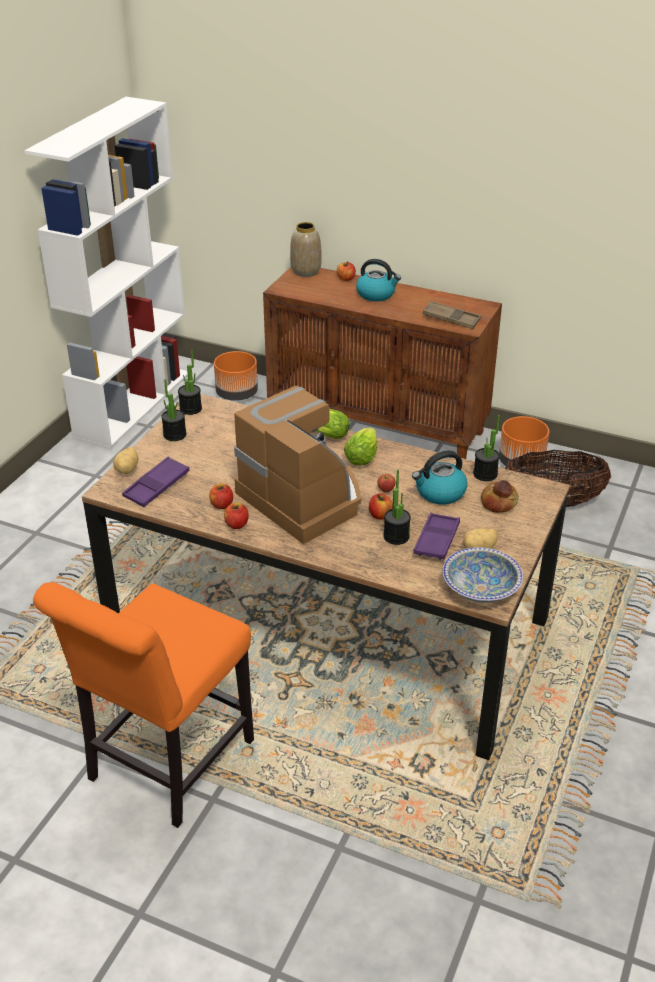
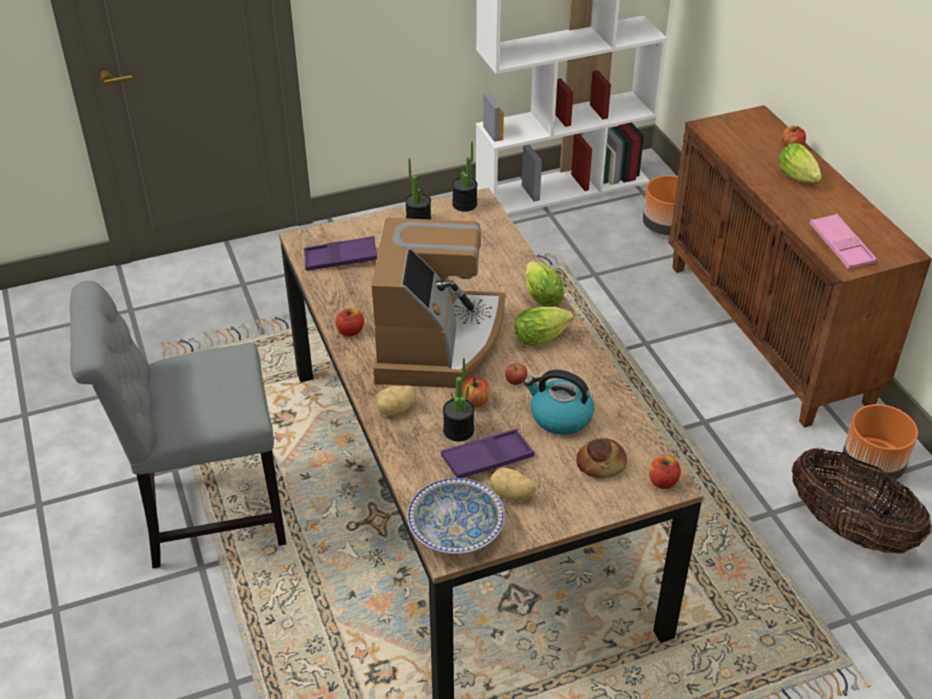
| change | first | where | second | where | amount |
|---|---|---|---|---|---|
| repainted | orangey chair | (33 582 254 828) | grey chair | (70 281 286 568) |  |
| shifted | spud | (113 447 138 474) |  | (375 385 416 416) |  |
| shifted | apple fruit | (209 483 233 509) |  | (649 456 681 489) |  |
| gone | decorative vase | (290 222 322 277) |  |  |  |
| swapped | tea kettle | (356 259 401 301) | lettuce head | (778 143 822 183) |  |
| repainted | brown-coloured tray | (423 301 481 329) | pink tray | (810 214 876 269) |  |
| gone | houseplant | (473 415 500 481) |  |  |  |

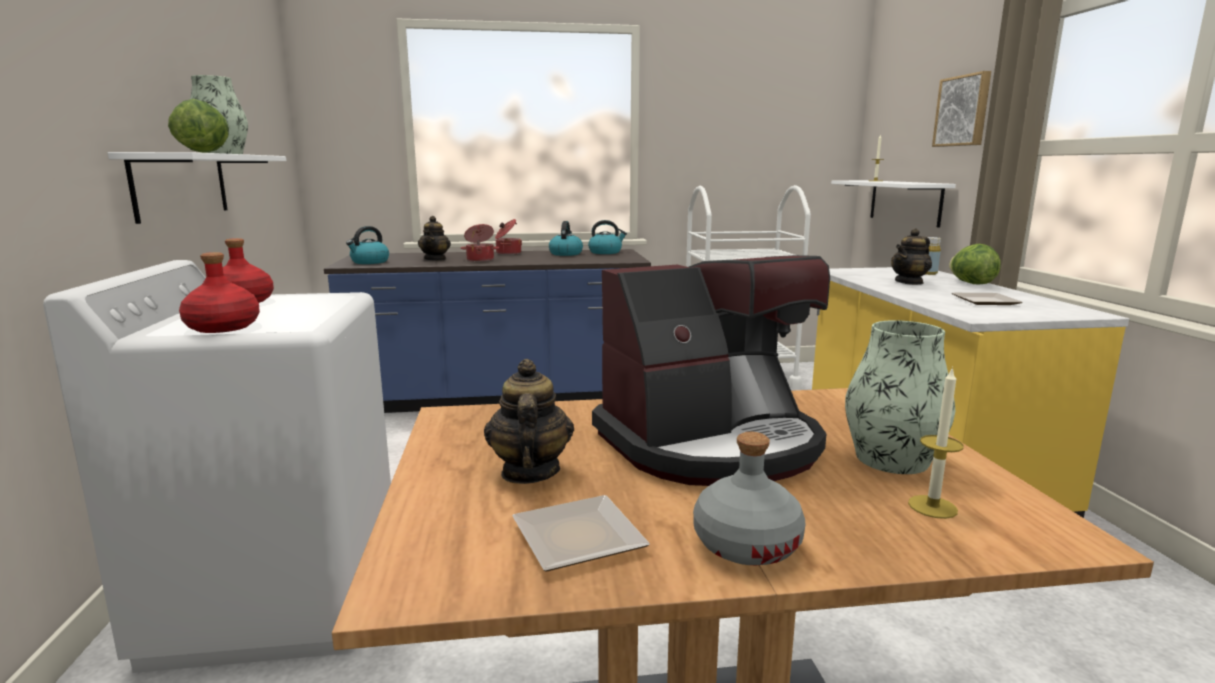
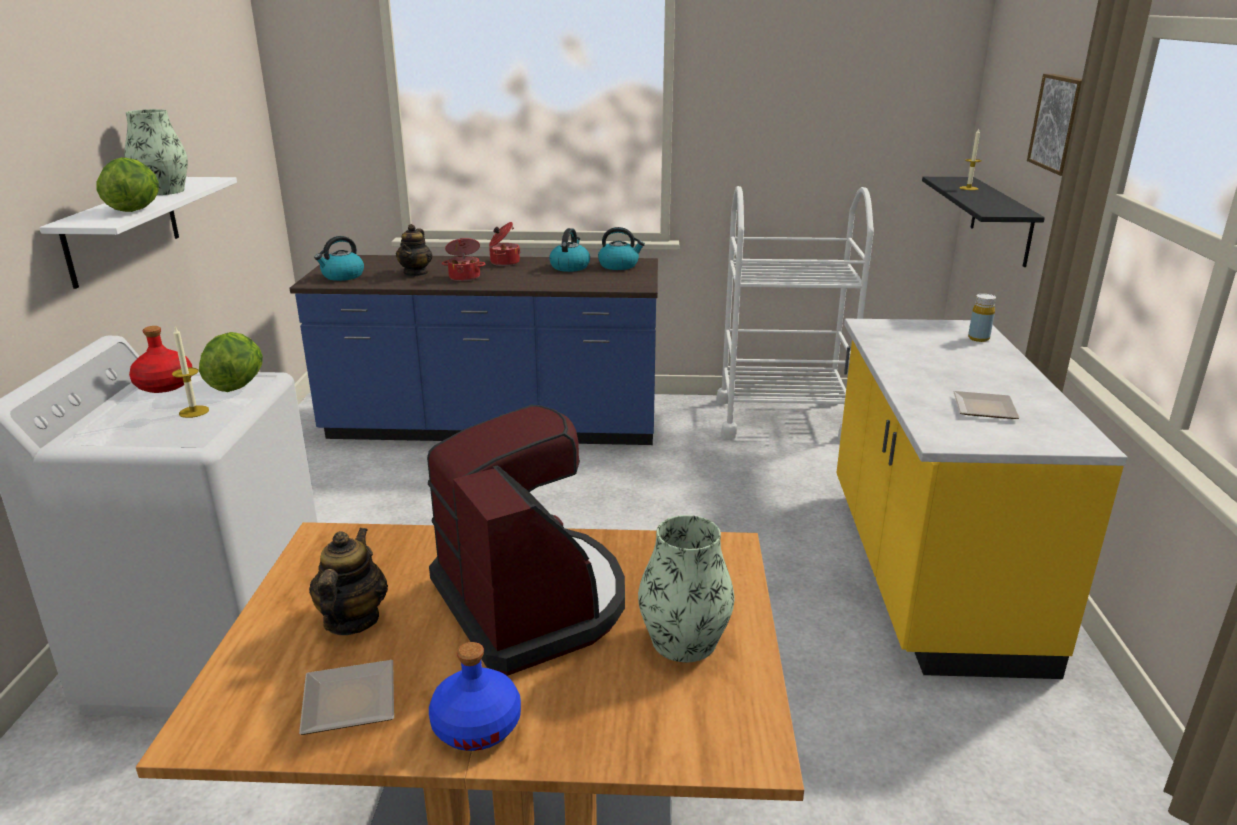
| change | first | where | second | where | amount |
|---|---|---|---|---|---|
| gone | red beverage bottle | (179 252 260 333) |  |  |  |
| rotated | coffee maker | (592 255 830 486) |  | (427 405 625 676) | 105 degrees counterclockwise |
| repainted | grey beverage bottle | (693 432 806 565) | bluish beverage bottle | (429 642 521 751) |  |
| repainted | white wall shelf | (831 180 956 228) | blackish wall shelf | (922 177 1045 267) |  |
| gone | tea pot | (891 228 932 285) |  |  |  |
| shifted | wax candle | (908 367 964 519) |  | (172 327 209 418) |  |
| shifted | lettuce head | (949 244 1001 285) |  | (199 332 263 392) |  |

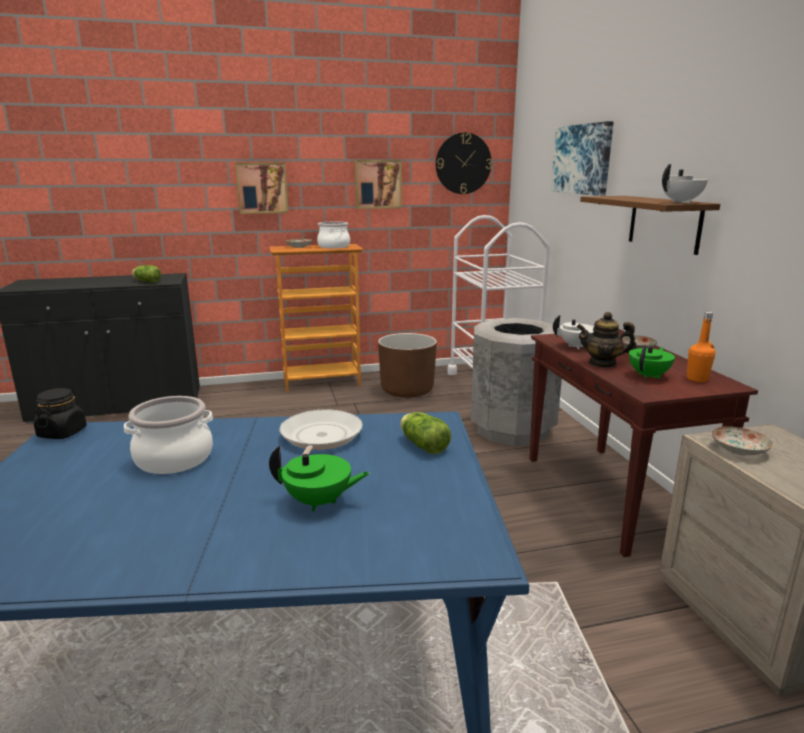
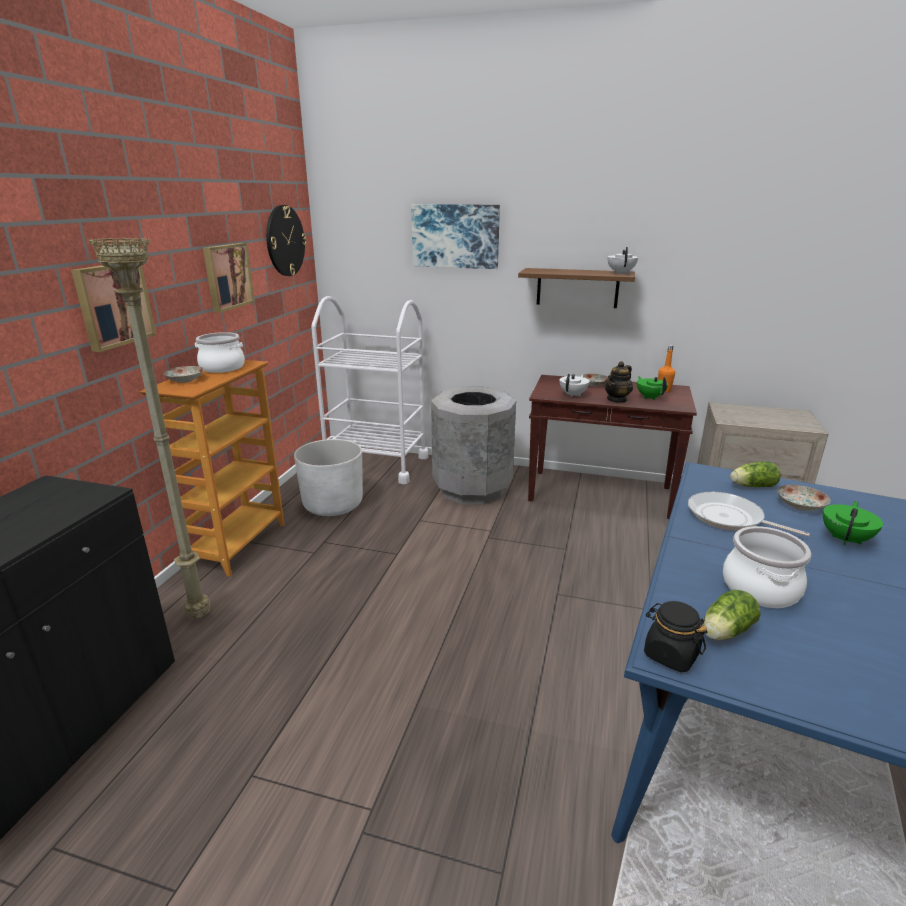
| change | first | where | second | where | amount |
|---|---|---|---|---|---|
| shifted | lettuce head | (132 265 161 283) |  | (703 590 761 640) |  |
| repainted | brown-coloured planter | (378 333 437 398) | white planter | (294 439 363 516) |  |
| shifted | plate | (711 426 774 455) |  | (777 485 831 511) |  |
| new |  |  | beige floor lamp | (88 237 211 619) |  |

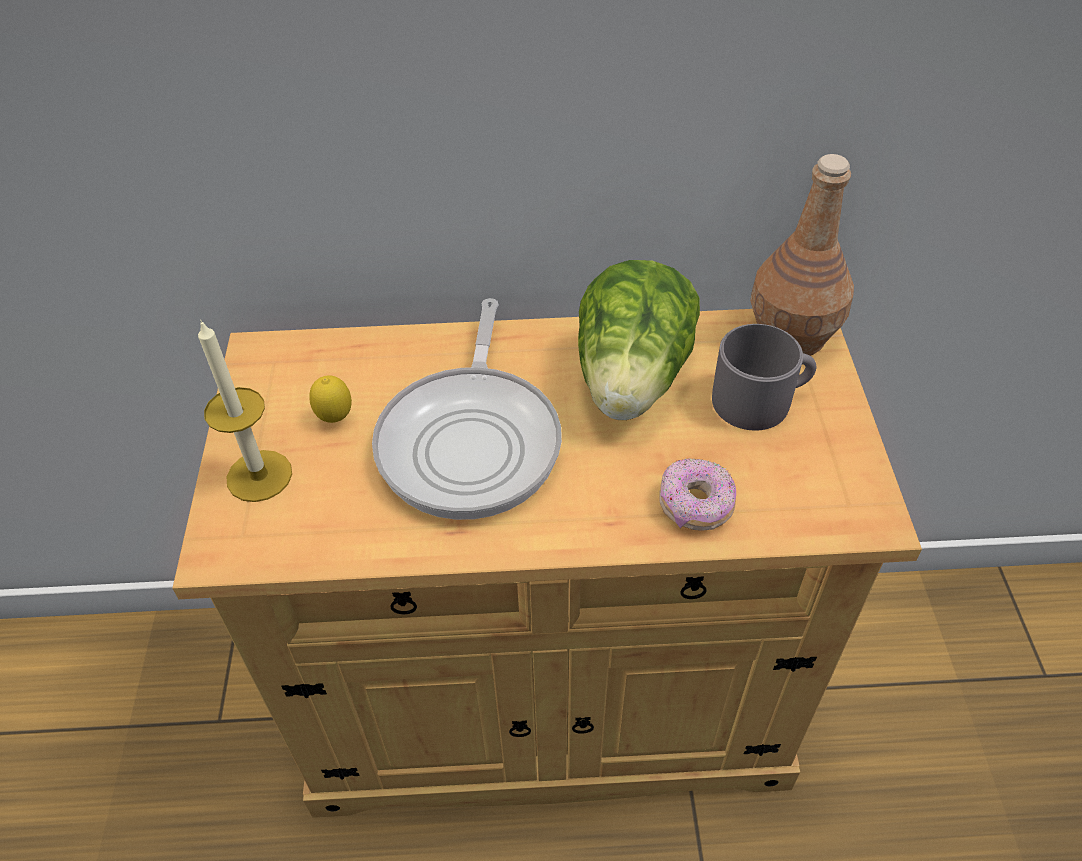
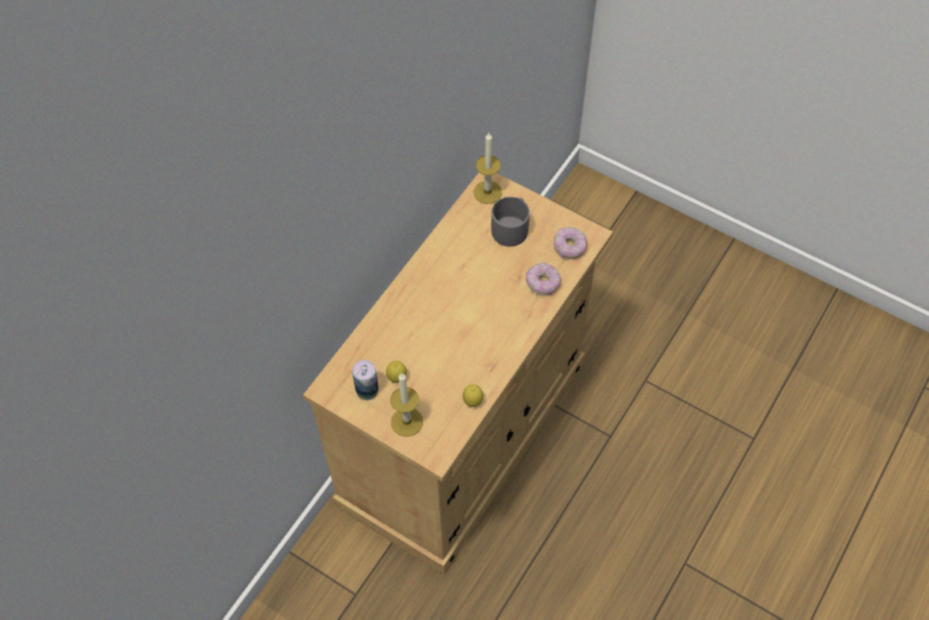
| change | first | where | second | where | amount |
|---|---|---|---|---|---|
| gone | frying pan | (372 298 562 520) |  |  |  |
| gone | lettuce head | (578 260 700 420) |  |  |  |
| swapped | brown-coloured beverage bottle | (750 154 854 356) | wax candle | (474 133 502 204) |  |
| new |  |  | sealed can | (352 360 379 400) |  |
| new |  |  | citrus fruit | (463 384 483 407) |  |
| new |  |  | donut | (554 227 587 259) |  |

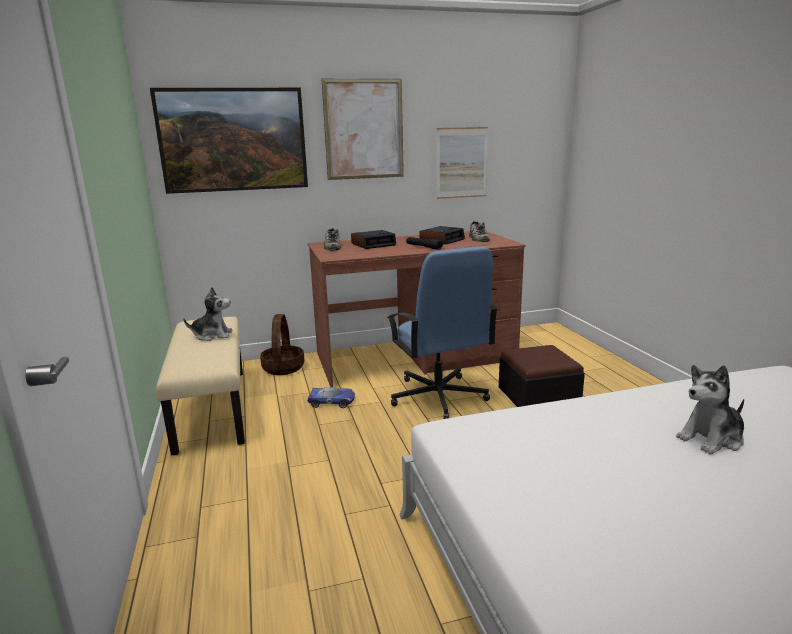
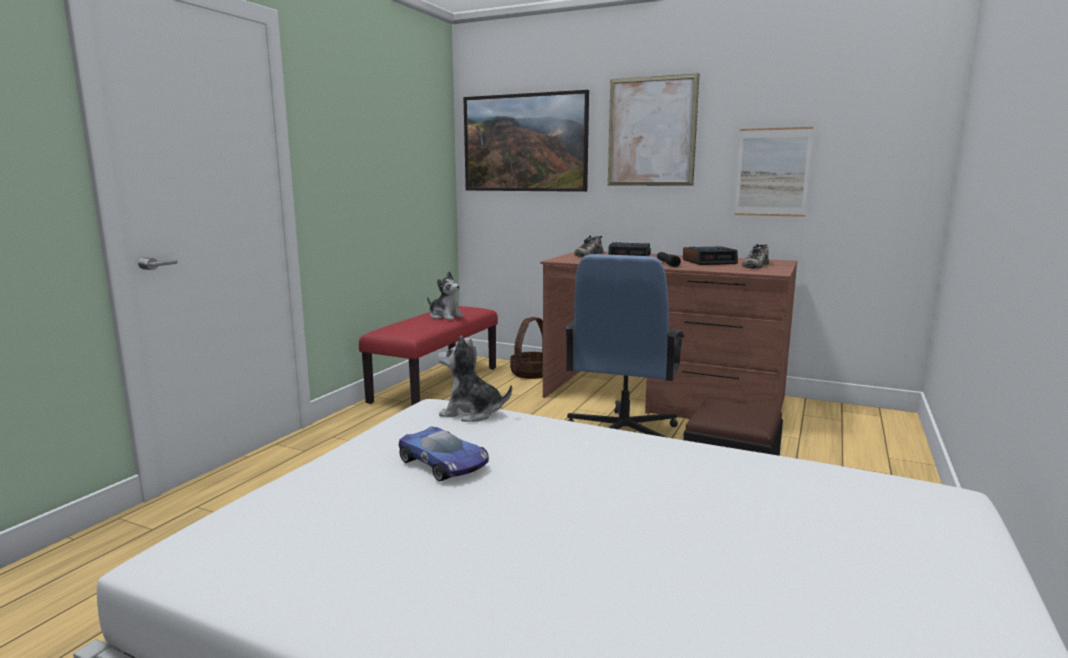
| change | first | where | second | where | amount |
|---|---|---|---|---|---|
| repainted | beige bench | (156 317 245 455) | red bench | (359 306 498 406) |  |
| shifted | miniature car | (308 387 355 408) |  | (399 427 489 482) |  |
| shifted | soft toy | (676 365 744 454) |  | (437 336 512 422) |  |

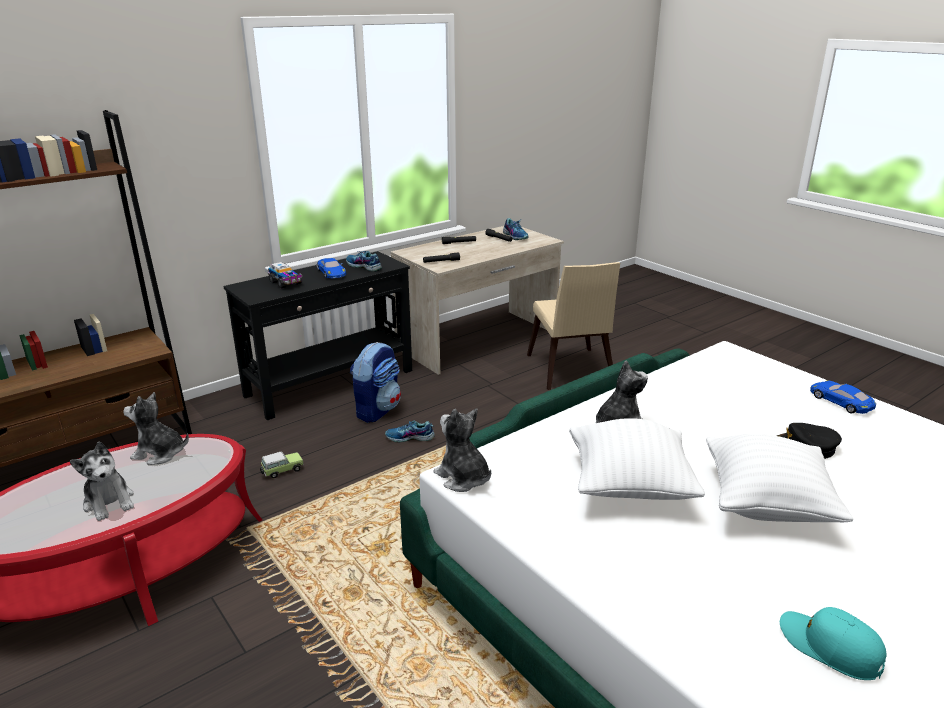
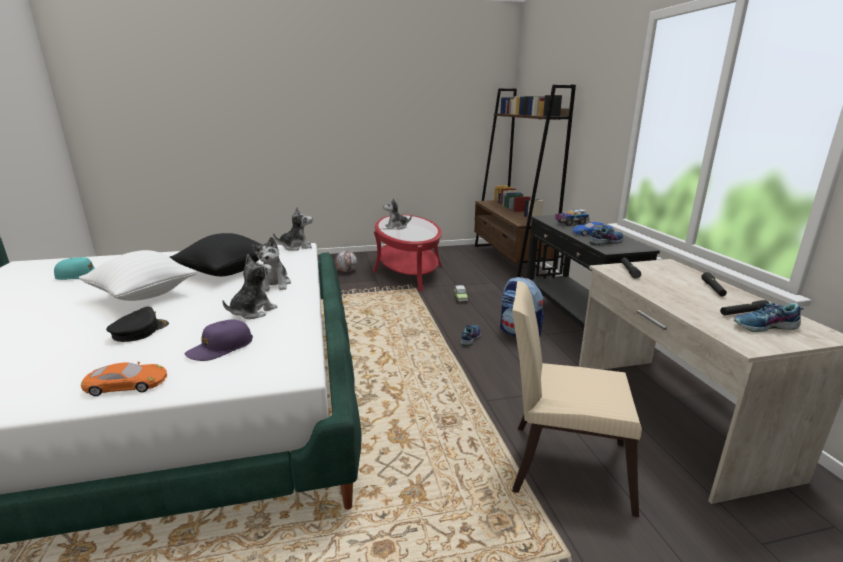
| change | first | where | second | where | amount |
|---|---|---|---|---|---|
| shifted | soft toy | (123 392 189 465) |  | (222 255 277 319) |  |
| repainted | white cushion | (569 418 705 500) | blackish cushion | (170 233 262 276) |  |
| repainted | bluish miniature car | (810 380 876 414) | orangey miniature car | (81 362 167 396) |  |
| new |  |  | purple peaked cap | (184 320 253 361) |  |
| new |  |  | ball for football | (335 251 357 272) |  |

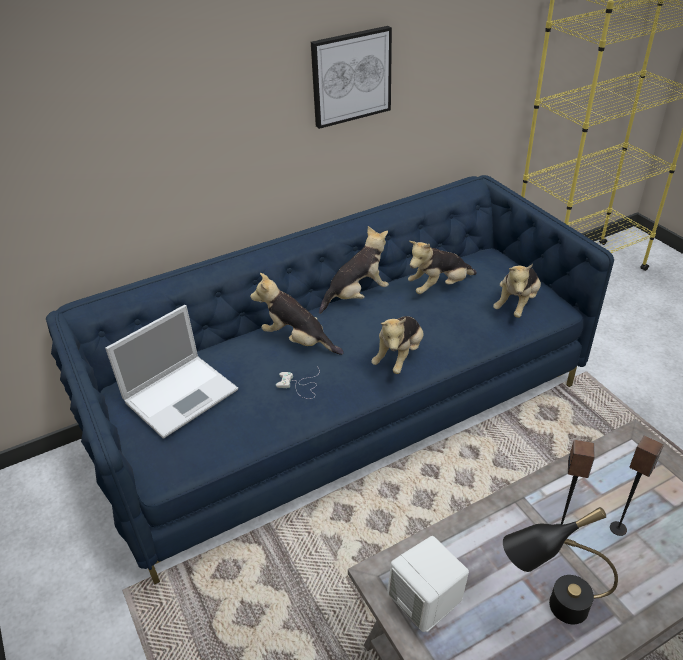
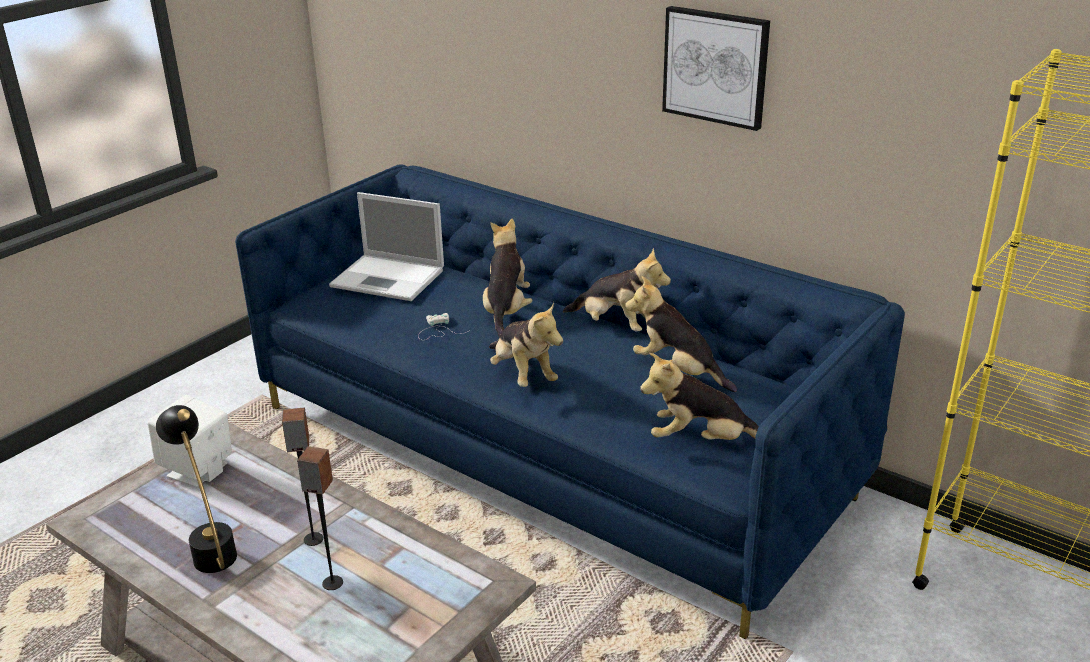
| change | first | where | second | where | amount |
|---|---|---|---|---|---|
| rotated | soft toy | (371 316 424 374) |  | (489 302 563 387) | 120 degrees counterclockwise |

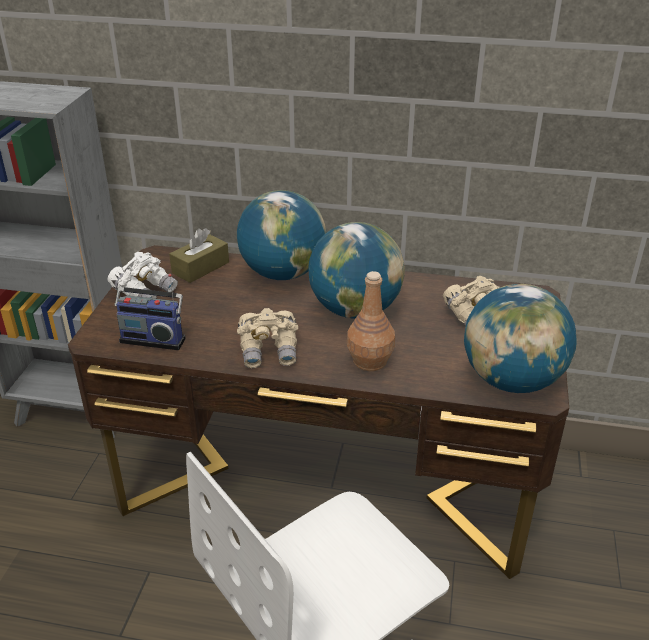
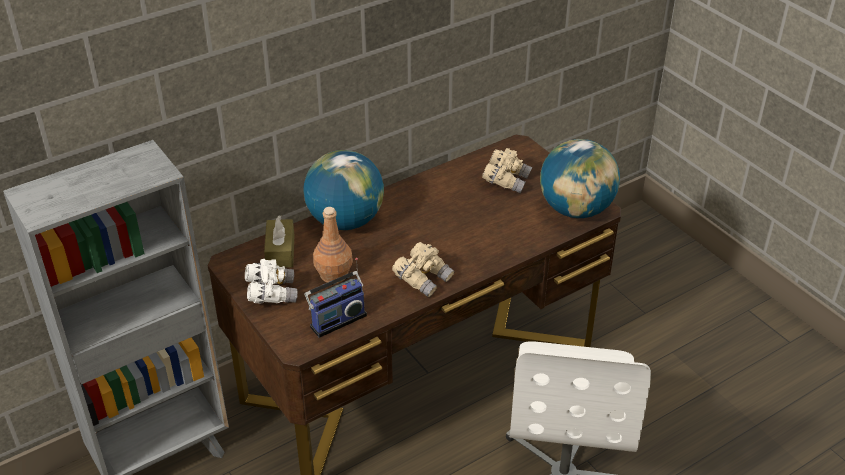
| change | first | where | second | where | amount |
|---|---|---|---|---|---|
| gone | desk globe | (308 222 405 319) |  |  |  |
| shifted | brown-coloured beverage bottle | (347 271 395 371) |  | (313 207 353 283) |  |

